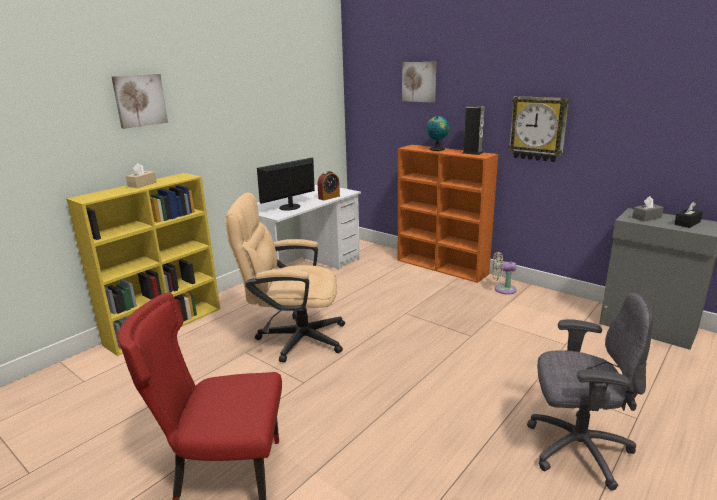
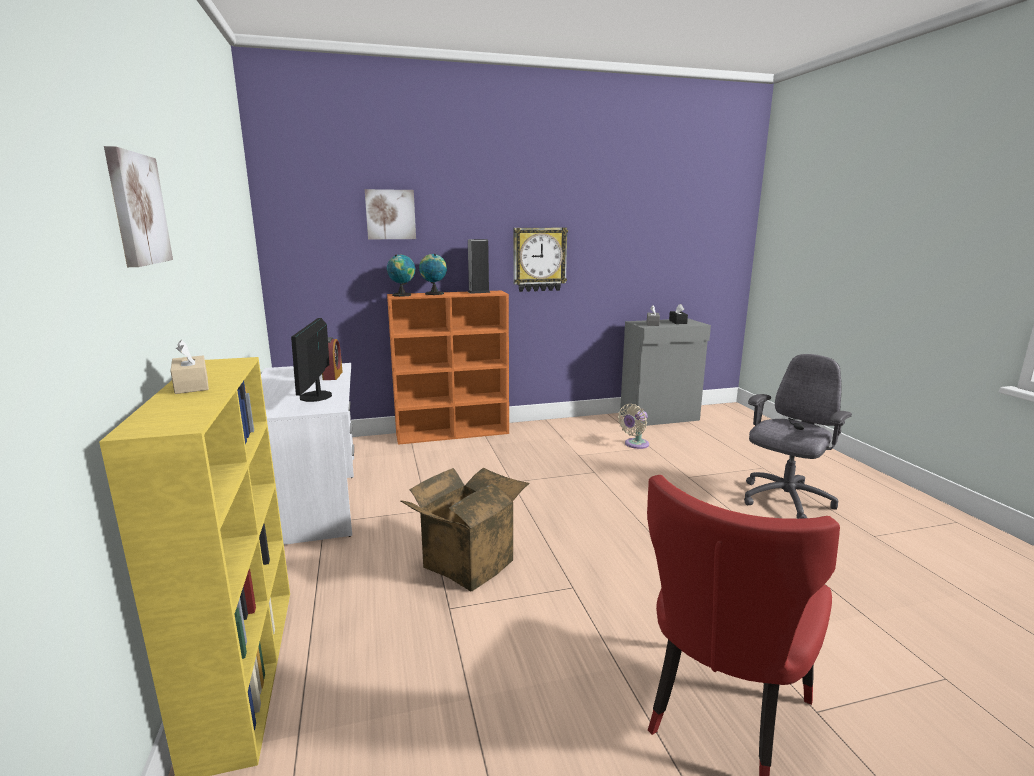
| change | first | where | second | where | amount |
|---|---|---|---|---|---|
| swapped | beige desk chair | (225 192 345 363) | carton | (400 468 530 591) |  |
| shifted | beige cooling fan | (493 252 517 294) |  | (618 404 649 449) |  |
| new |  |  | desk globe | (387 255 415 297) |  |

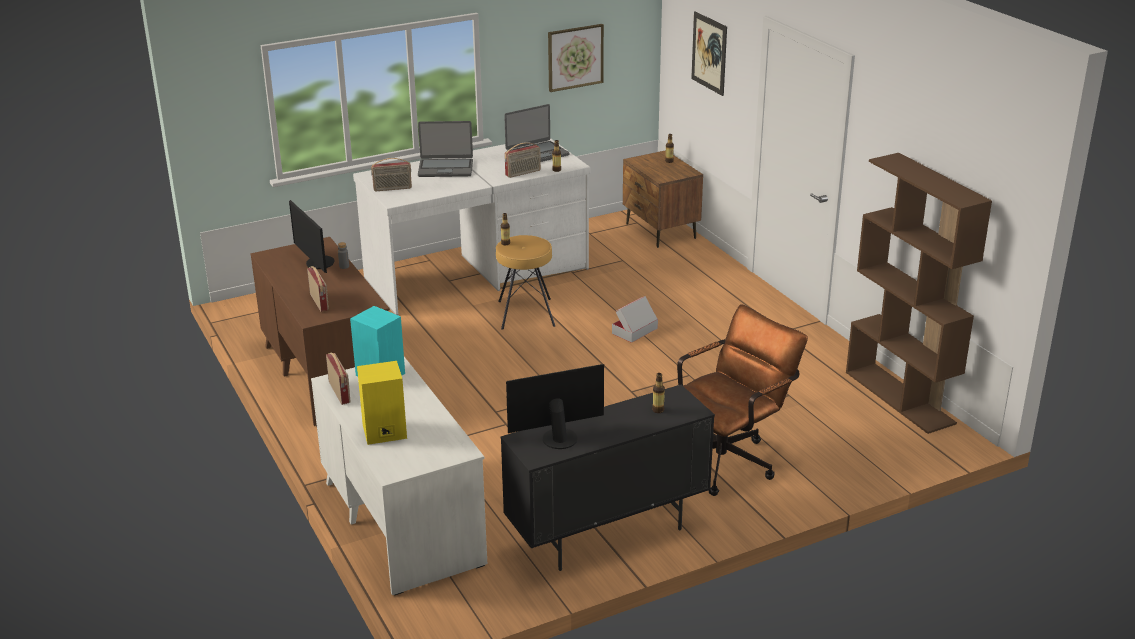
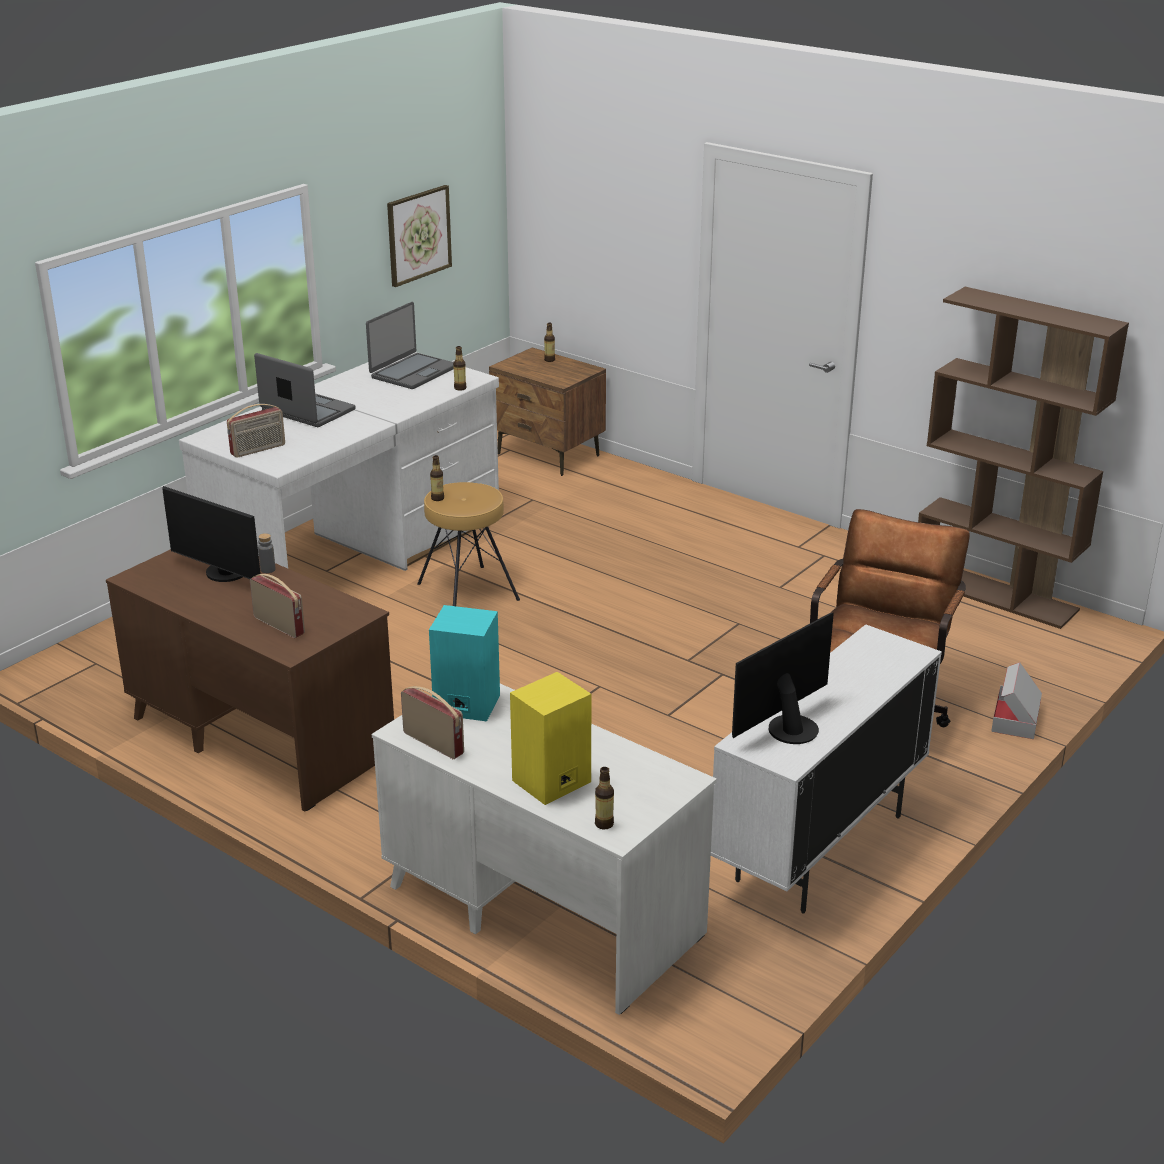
| change | first | where | second | where | amount |
|---|---|---|---|---|---|
| rotated | notebook computer | (418 121 473 177) |  | (254 353 356 427) | 120 degrees counterclockwise |
| repainted | blackish cabinet | (501 385 715 571) | white cabinet | (711 624 942 913) |  |
| gone | radio | (505 142 541 178) |  |  |  |
| shifted | carton | (612 296 658 343) |  | (991 662 1042 739) |  |
| shifted | beverage bottle | (652 373 665 413) |  | (595 767 614 829) |  |
| gone | wall picture | (691 12 727 96) |  |  |  |

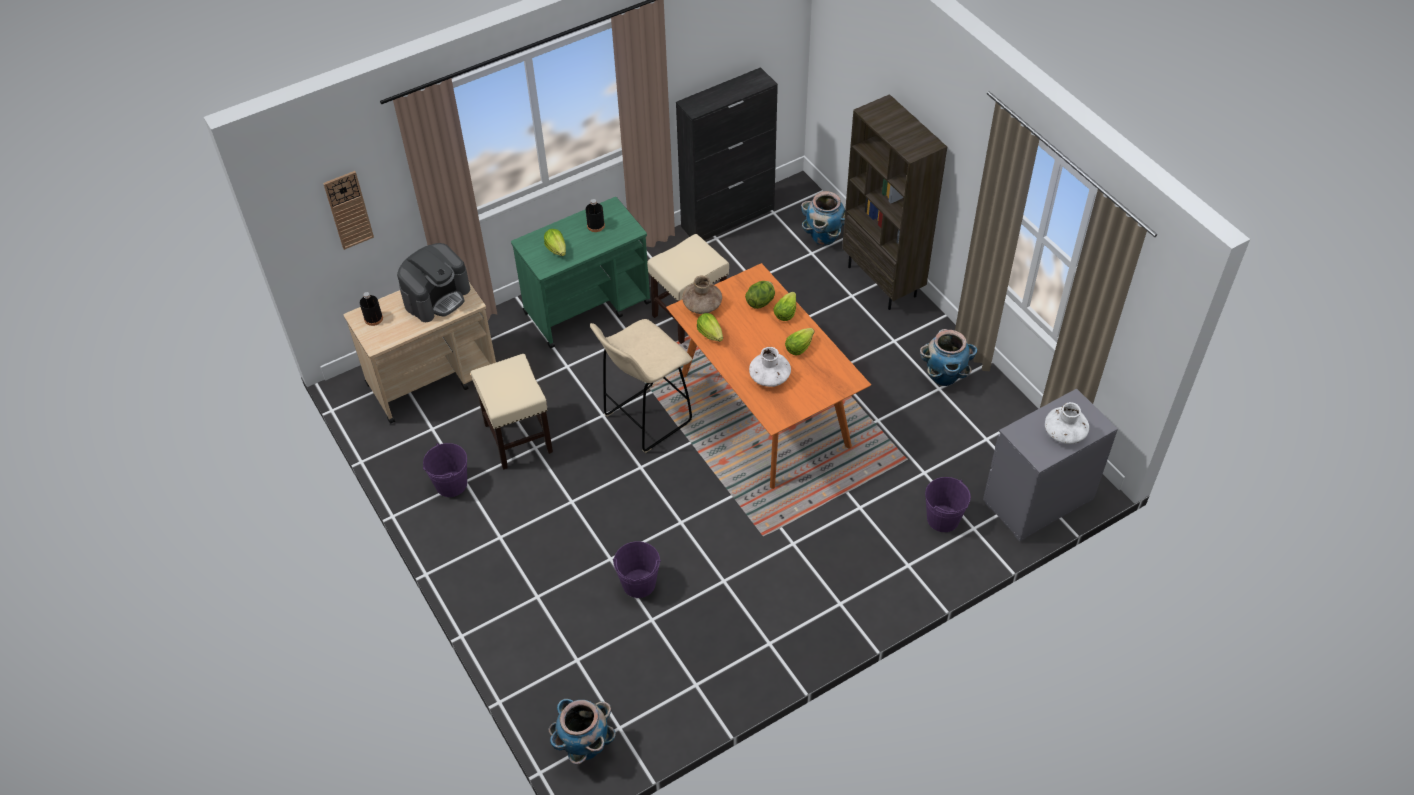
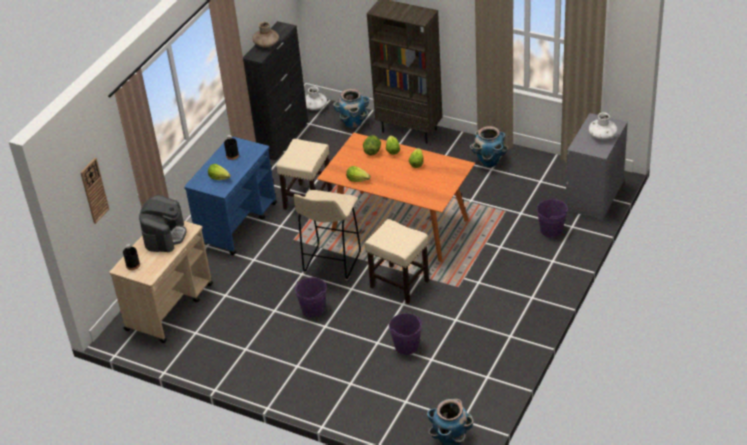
| change | first | where | second | where | amount |
|---|---|---|---|---|---|
| shifted | purple bucket | (423 443 467 497) |  | (295 277 327 317) |  |
| shifted | beige stool seat | (470 354 553 470) |  | (364 219 429 304) |  |
| repainted | green-coloured cart | (511 197 651 349) | bluish cart | (184 136 277 255) |  |
| shifted | brown-coloured decorative vase | (682 276 722 314) |  | (252 22 279 47) |  |
| shifted | white decorative vase | (749 347 791 387) |  | (305 87 327 110) |  |

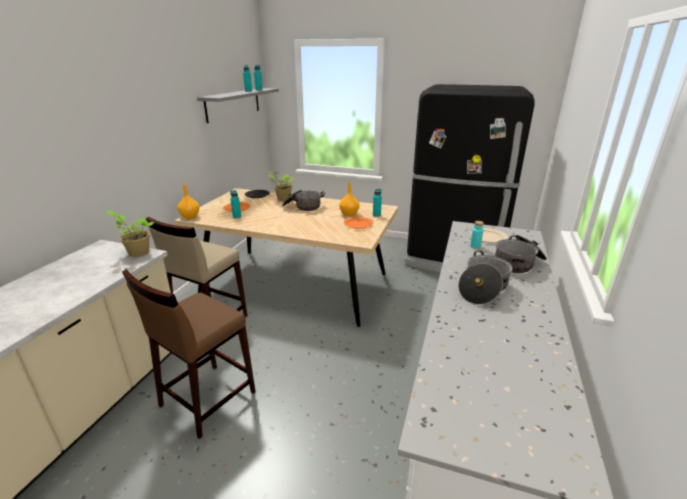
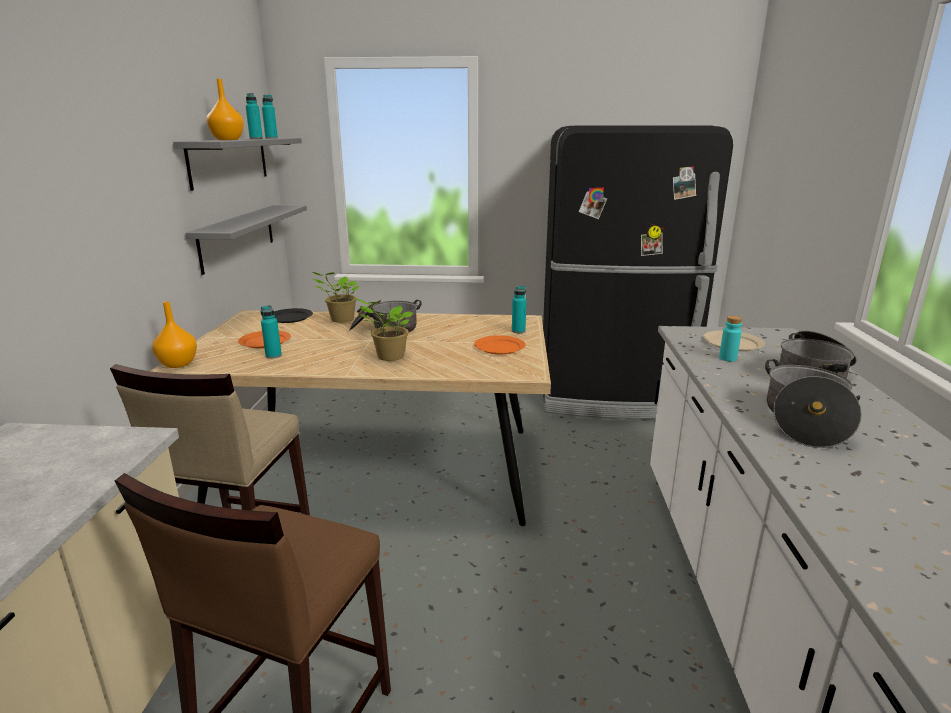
| change | first | where | second | where | amount |
|---|---|---|---|---|---|
| shifted | houseplant | (106 210 154 257) |  | (354 298 412 361) |  |
| shifted | orangey decorative vase | (339 182 360 216) |  | (207 79 244 140) |  |
| new |  |  | grey wall shelf | (185 205 307 275) |  |

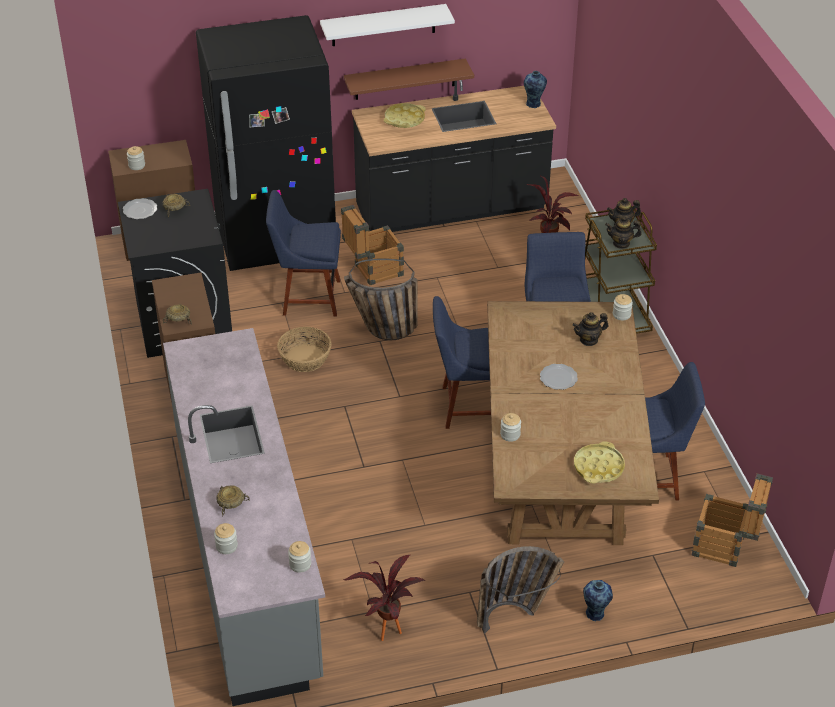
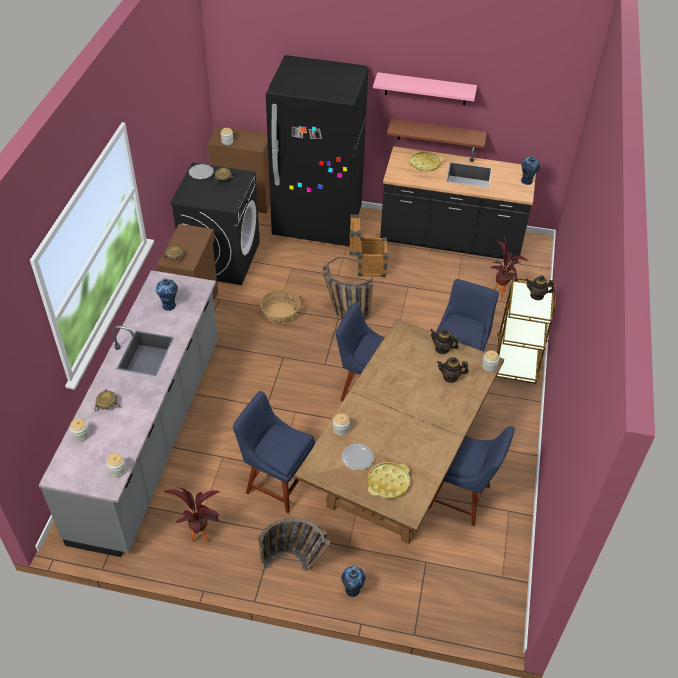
| change | first | where | second | where | amount |
|---|---|---|---|---|---|
| shifted | bluish chair | (266 190 341 316) |  | (233 391 315 514) |  |
| repainted | white wall shelf | (320 4 455 46) | pink wall shelf | (373 72 477 105) |  |
| shifted | plate | (540 364 578 390) |  | (342 444 374 470) |  |
| shifted | tea pot | (605 216 642 249) |  | (430 329 459 354) |  |
| gone | shipping crate | (692 474 773 567) |  |  |  |
| new |  |  | decorative vase | (156 279 178 311) |  |

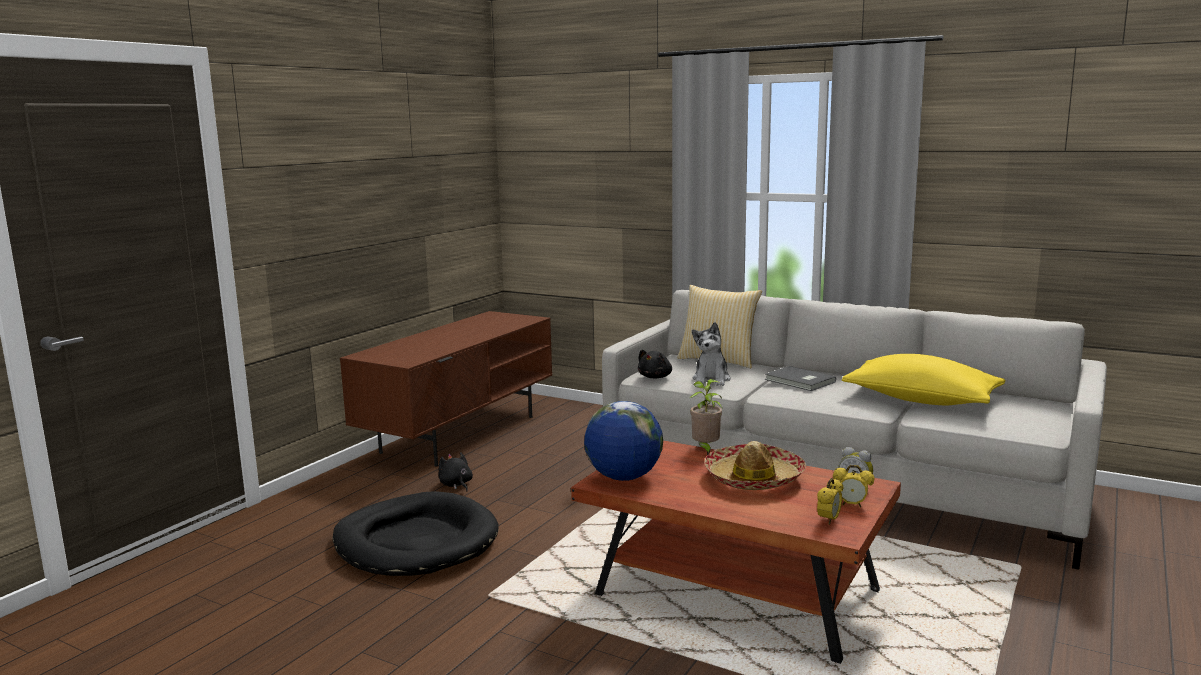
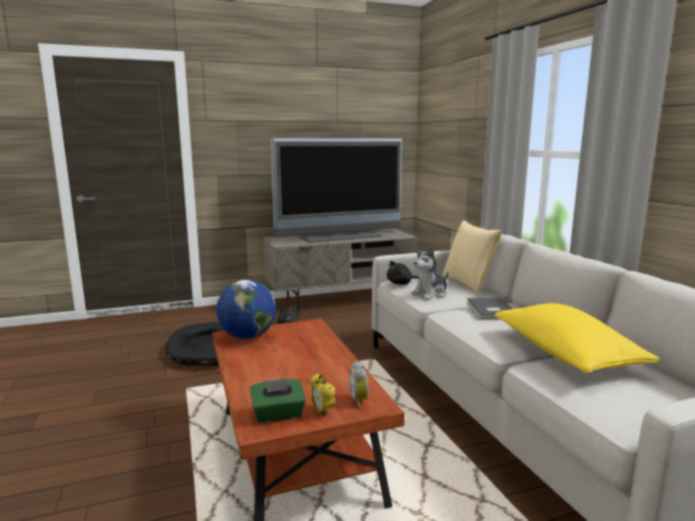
| change | first | where | second | where | amount |
|---|---|---|---|---|---|
| repainted | brown-coloured tv stand | (340 311 552 466) | grey tv stand | (263 229 417 314) |  |
| gone | houseplant | (690 379 723 456) |  |  |  |
| gone | hat | (705 441 806 490) |  |  |  |
| swapped | alarm clock | (817 478 843 525) | green-coloured box of tissues | (250 379 306 423) |  |
| new |  |  | TV set | (271 138 402 243) |  |

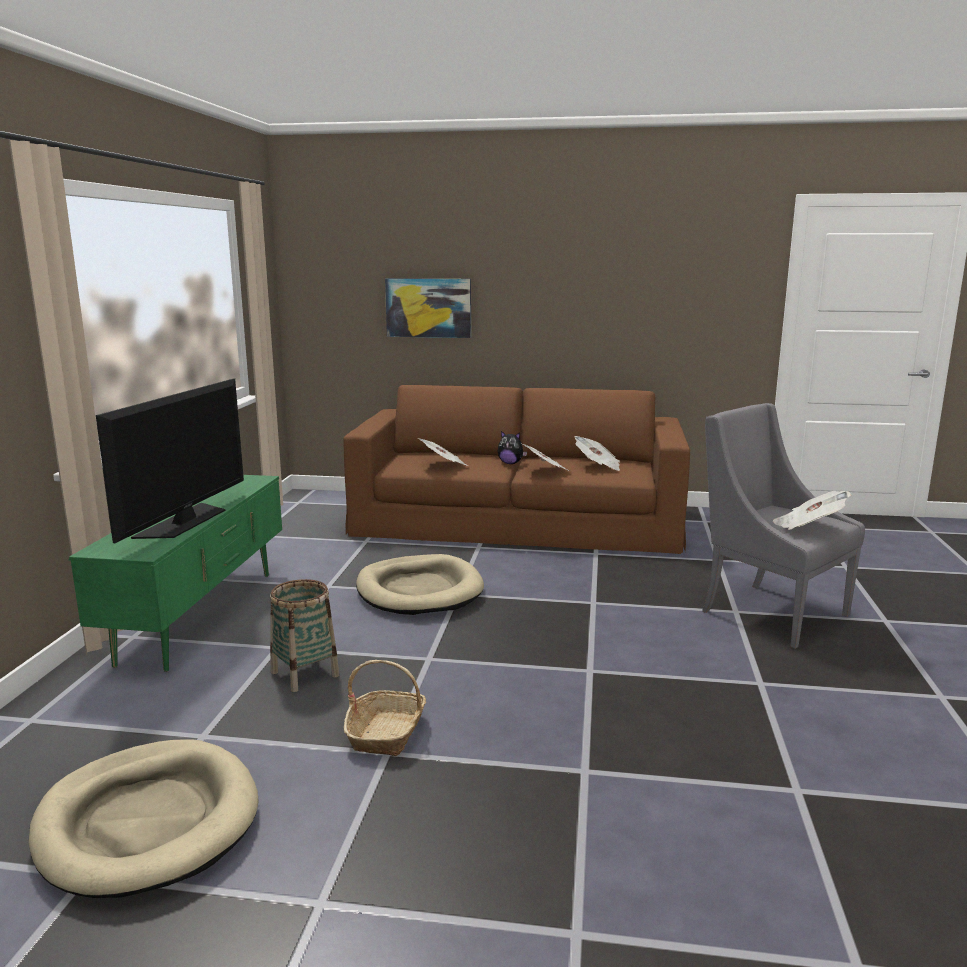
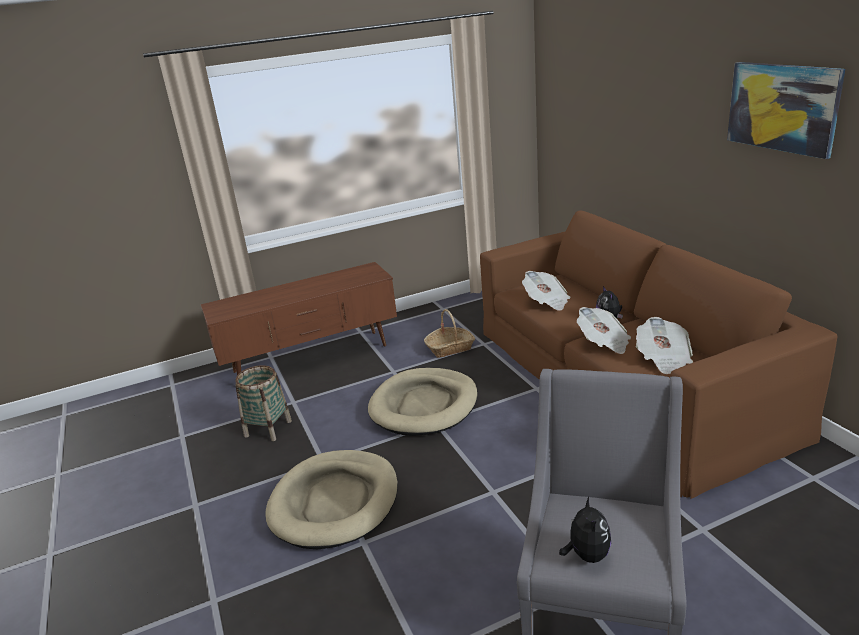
| change | first | where | second | where | amount |
|---|---|---|---|---|---|
| shifted | beige pet bed | (29 739 259 898) |  | (265 450 398 549) |  |
| repainted | green-coloured tv stand | (69 475 282 672) | brown-coloured tv stand | (200 262 397 375) |  |
| gone | TV set | (96 378 244 543) |  |  |  |
| shifted | storage basket | (344 660 426 756) |  | (424 309 475 358) |  |
| shifted | wall picture | (385 278 471 338) |  | (727 62 845 159) |  |
| swapped | printed paper | (773 491 851 530) | soft toy | (559 497 611 563) |  |

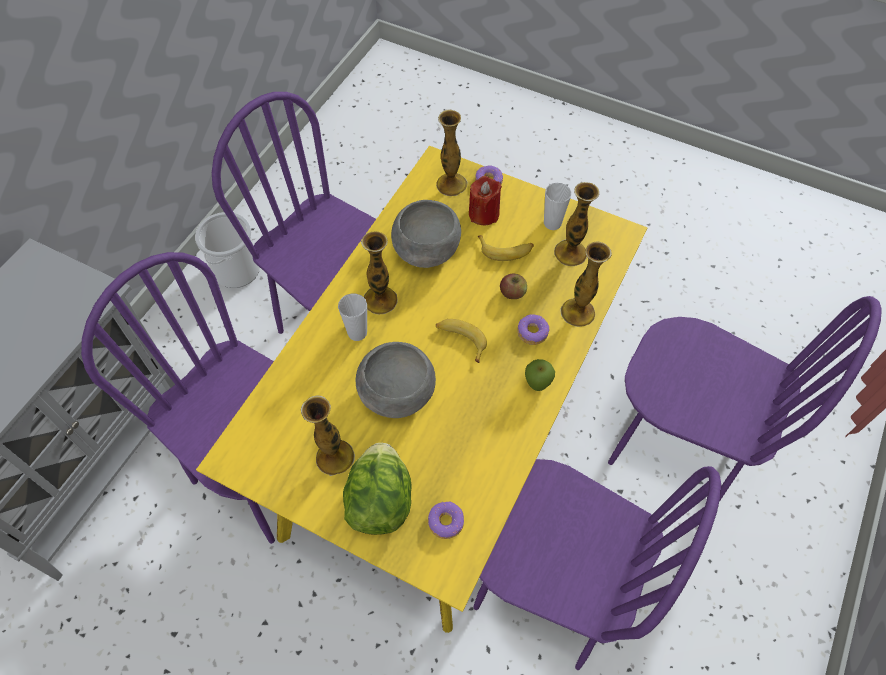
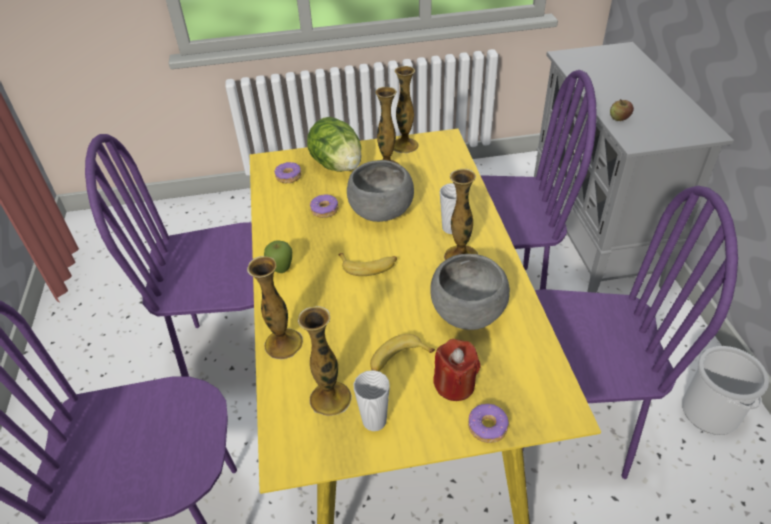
| change | first | where | second | where | amount |
|---|---|---|---|---|---|
| shifted | decorative vase | (436 109 467 196) |  | (394 66 419 153) |  |
| shifted | apple fruit | (500 274 527 299) |  | (610 99 634 121) |  |
| shifted | donut | (517 314 549 345) |  | (310 194 339 218) |  |

